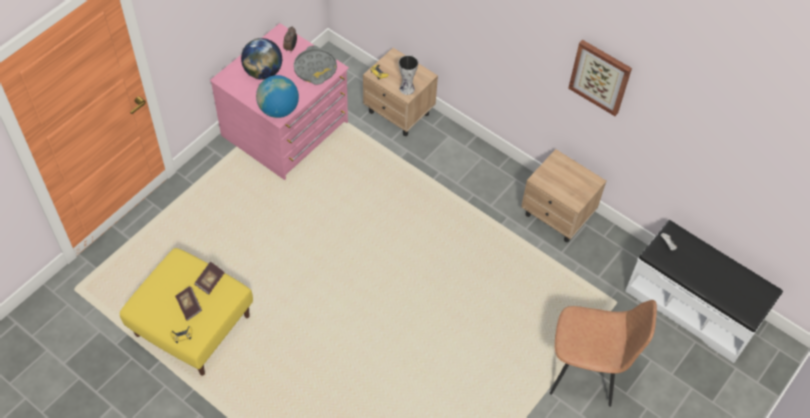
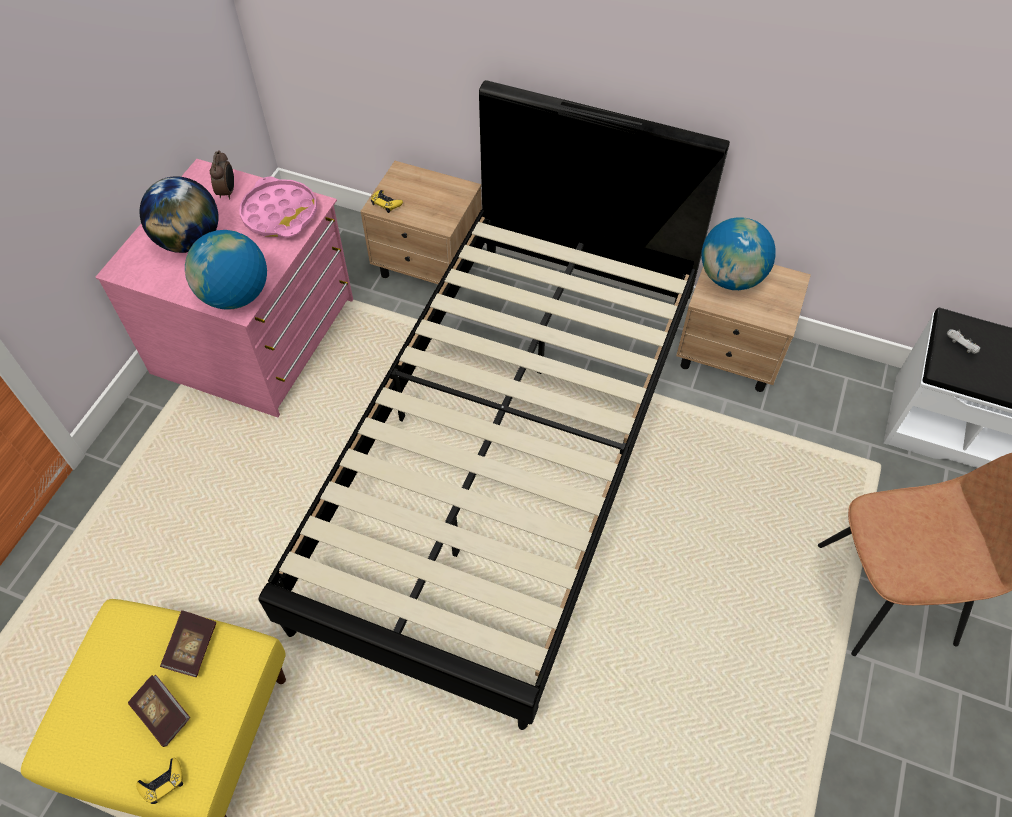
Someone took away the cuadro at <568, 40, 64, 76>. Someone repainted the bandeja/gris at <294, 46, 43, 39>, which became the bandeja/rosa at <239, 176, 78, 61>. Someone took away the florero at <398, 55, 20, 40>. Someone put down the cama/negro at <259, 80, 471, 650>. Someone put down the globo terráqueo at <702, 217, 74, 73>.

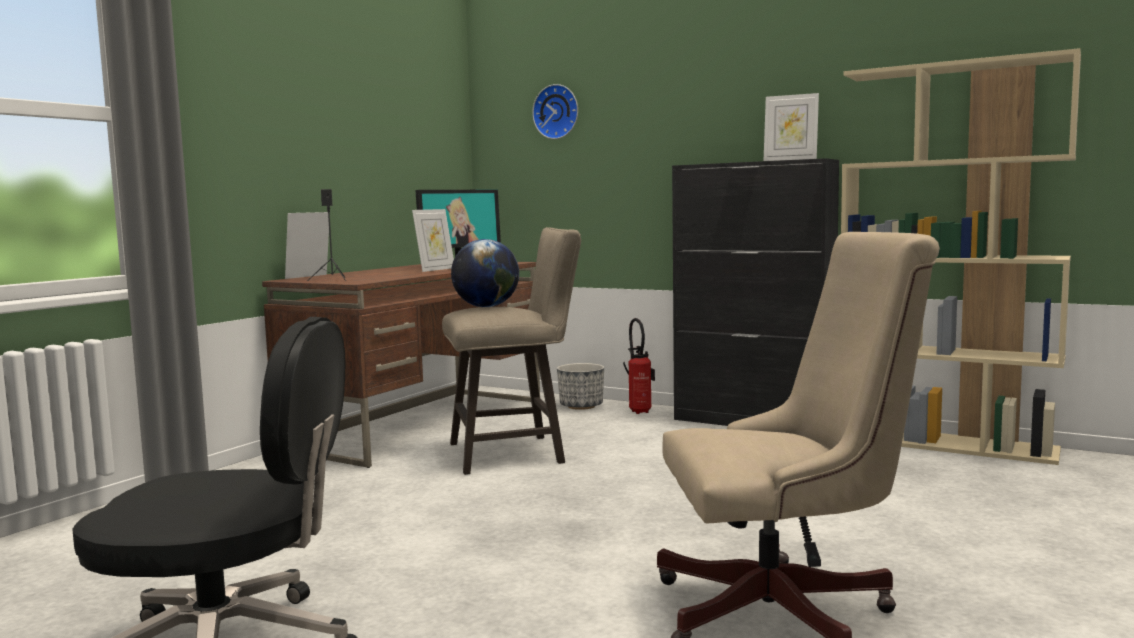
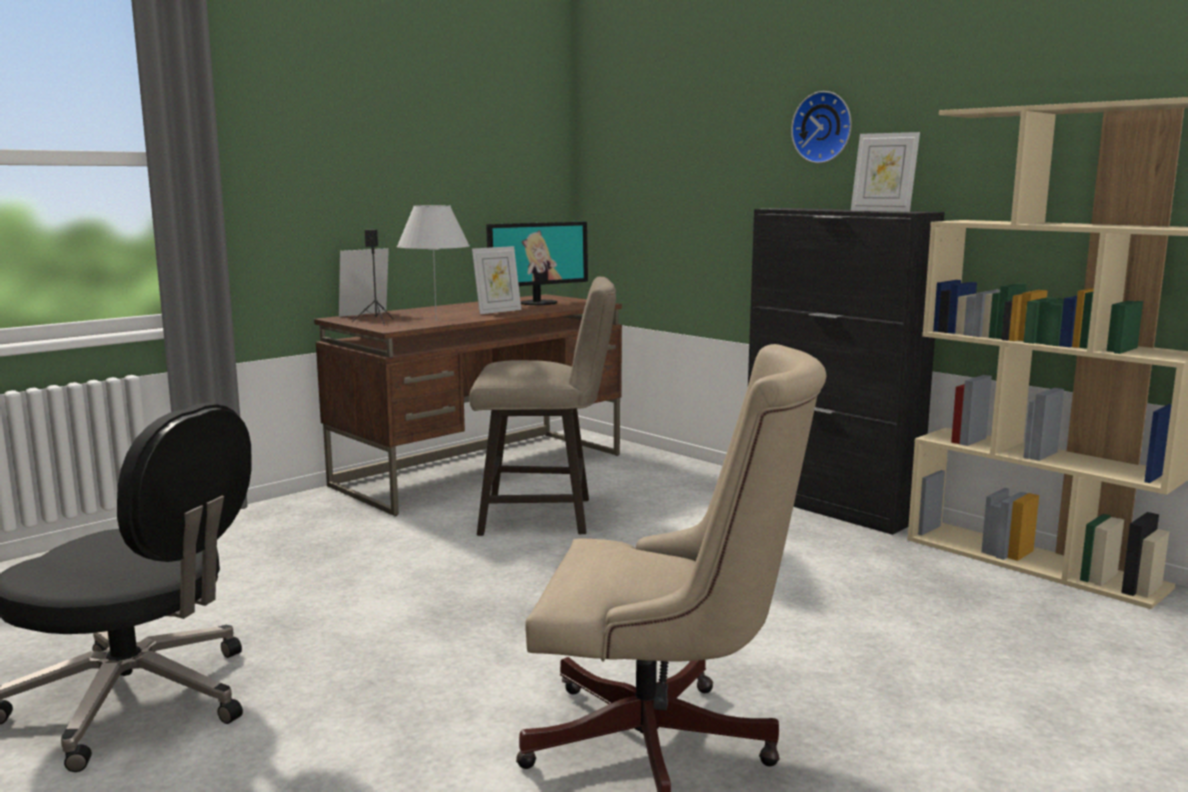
Someone carried the reloj de pared from <532, 84, 46, 55> to <791, 91, 61, 72>. Someone took away the globo terráqueo at <451, 239, 68, 68>. Someone took away the extintor at <623, 318, 32, 96>. Someone took away the maceta at <557, 363, 47, 47>. Someone put down the lámpara de mesa/blanco at <397, 205, 73, 116>.

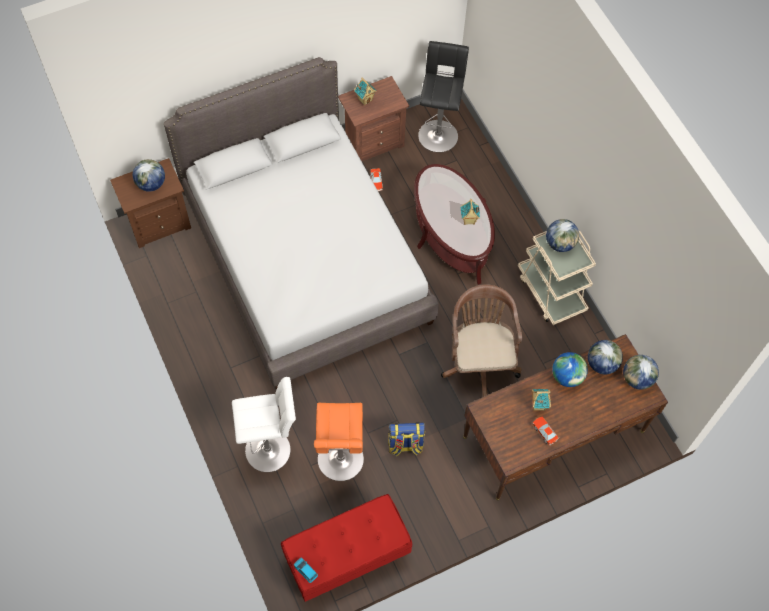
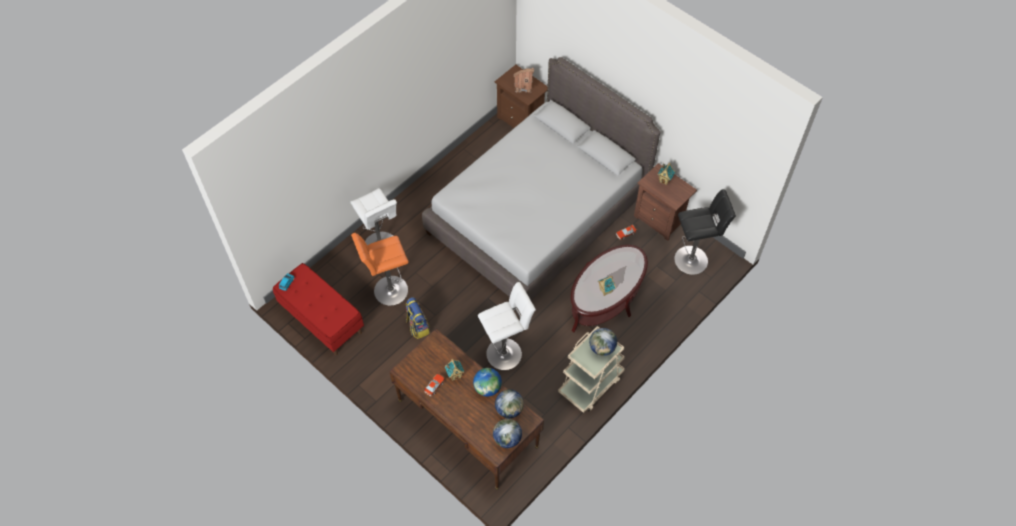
Someone swapped the globo terráqueo at <133, 159, 32, 33> for the casita at <514, 68, 20, 25>. Someone swapped the silla de oficina/marrón at <441, 285, 81, 112> for the taburete/blanco at <478, 282, 58, 88>.

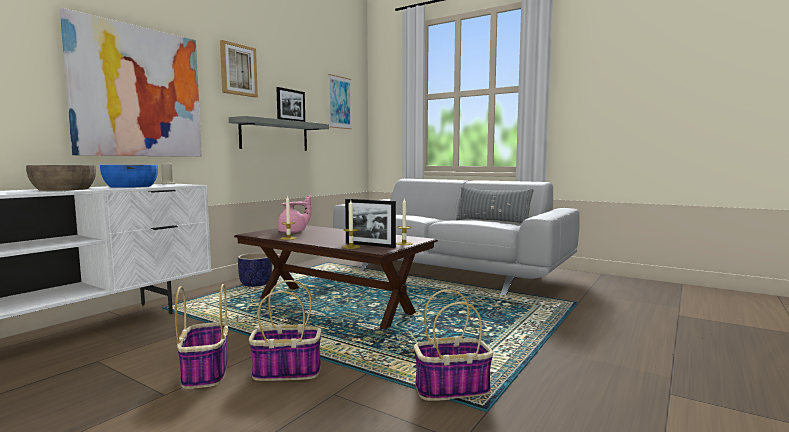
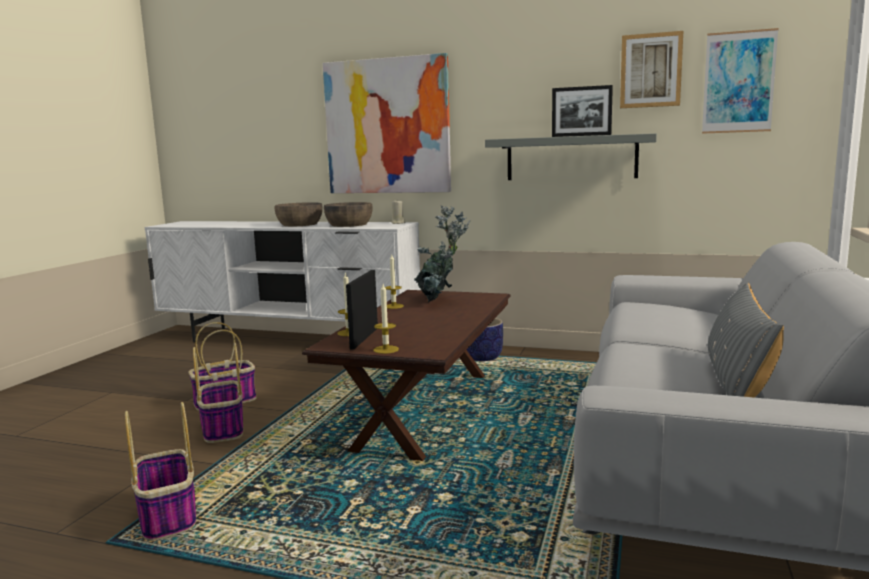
Someone carried the cuadro from <220, 40, 38, 57> to <620, 31, 63, 77>. Someone repainted the cuenco/azul at <100, 165, 58, 23>, which became the cuenco/marrón at <324, 202, 48, 25>. Someone swapped the tetera/rosa at <277, 195, 34, 38> for the planta en maceta at <415, 205, 55, 97>.

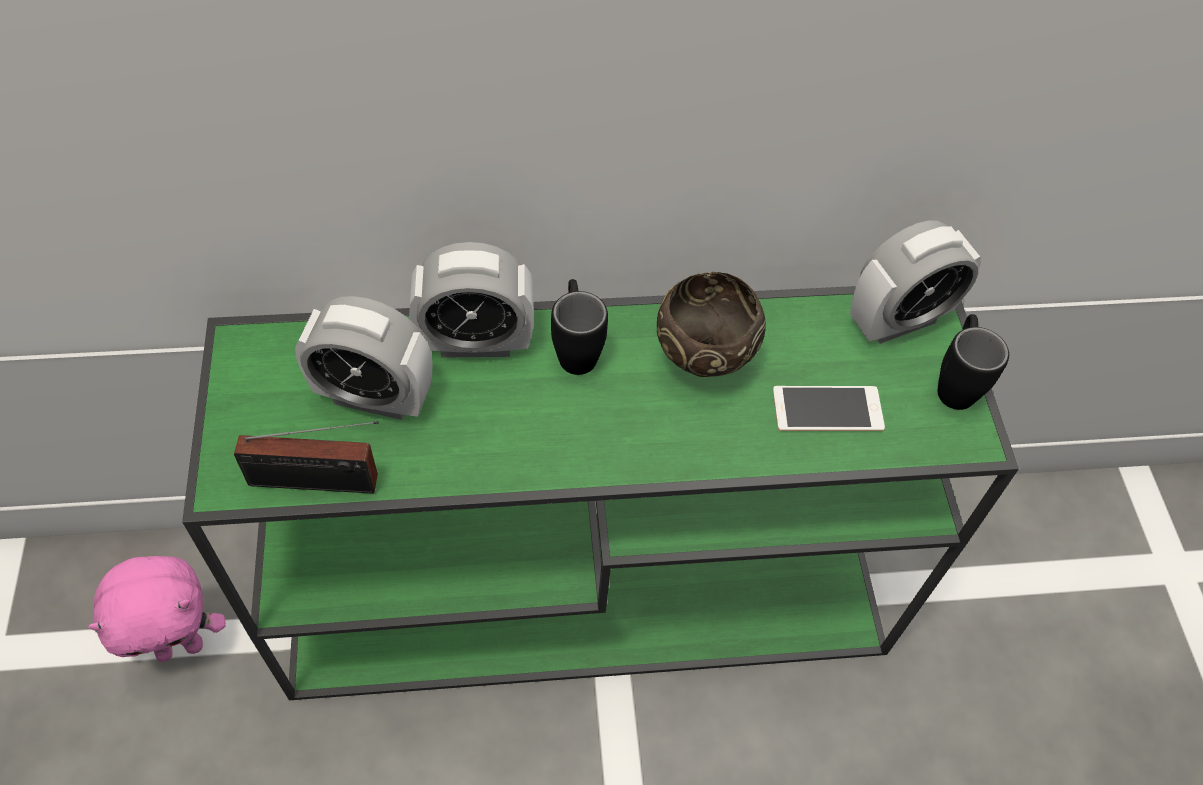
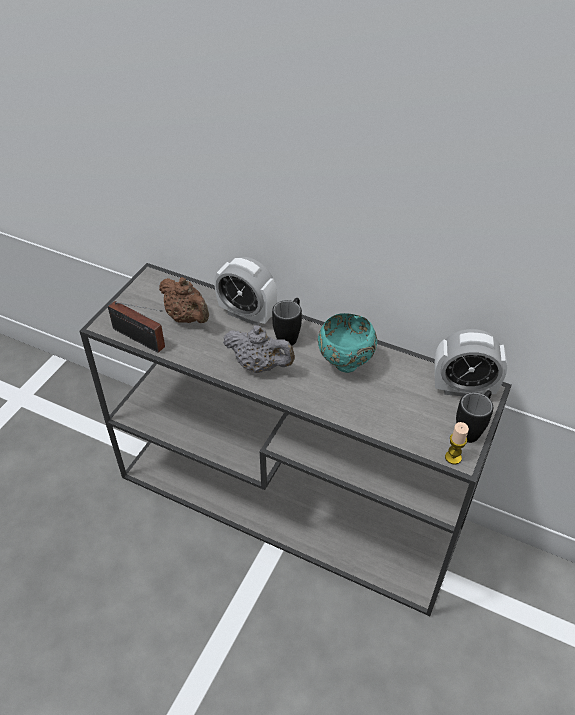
Someone repainted the cuenco/marrón at <657, 272, 109, 105>, which became the cuenco/turquesa at <318, 313, 59, 60>. Someone repainted the mesa consola/verde at <182, 286, 837, 414>, which became the mesa consola/gris at <80, 263, 432, 353>. Someone swapped the despertador at <295, 296, 137, 124> for the tetera/marrón at <159, 277, 50, 46>. Someone took away the móvil at <773, 386, 112, 45>. Someone took away the peluche/rosa at <88, 556, 138, 106>. Someone put down the tetera/gris at <223, 325, 72, 48>. Someone put down the vela at <445, 422, 24, 42>.

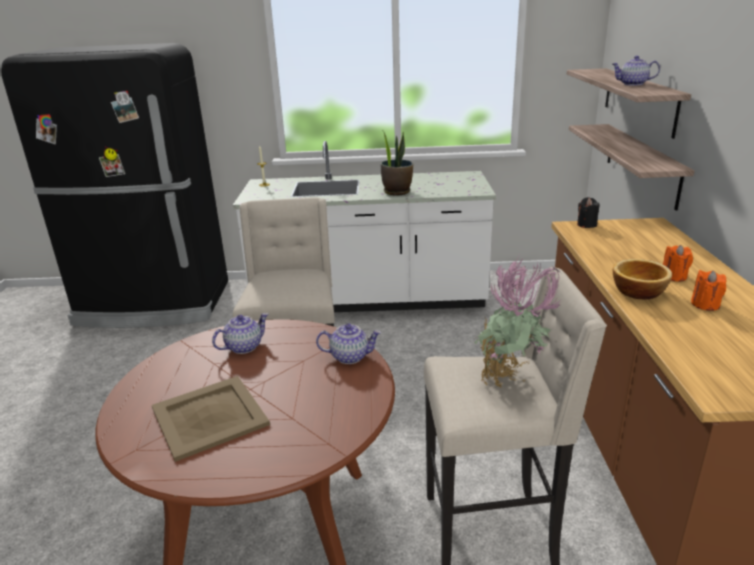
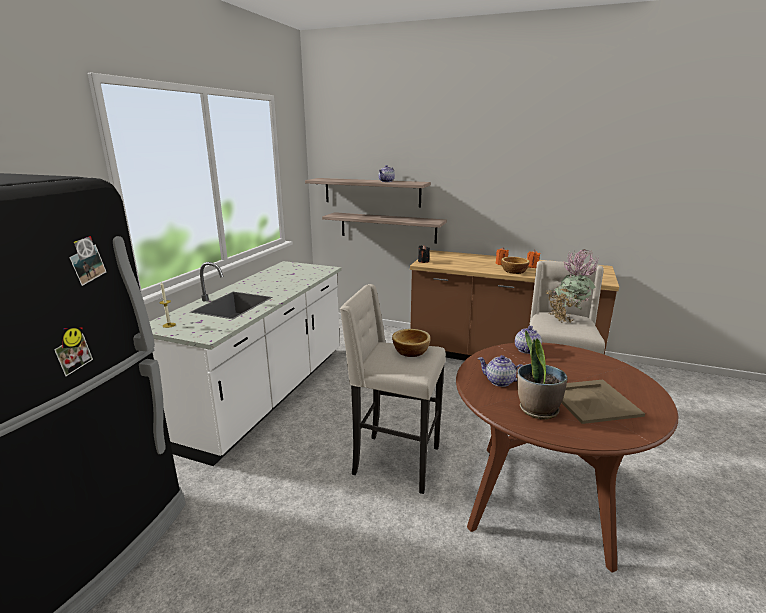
Someone carried the planta en maceta from <381, 130, 33, 66> to <517, 330, 51, 90>. Someone rotated the tetera at <212, 313, 57, 41> by 45 degrees counterclockwise. Someone put down the cuenco at <392, 329, 39, 28>.

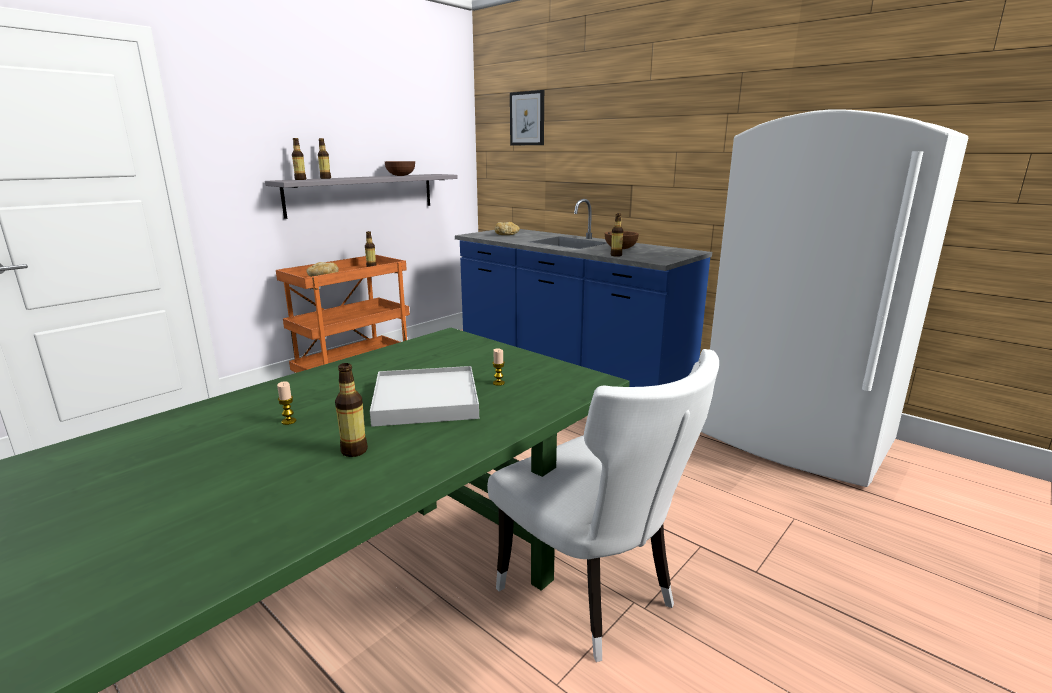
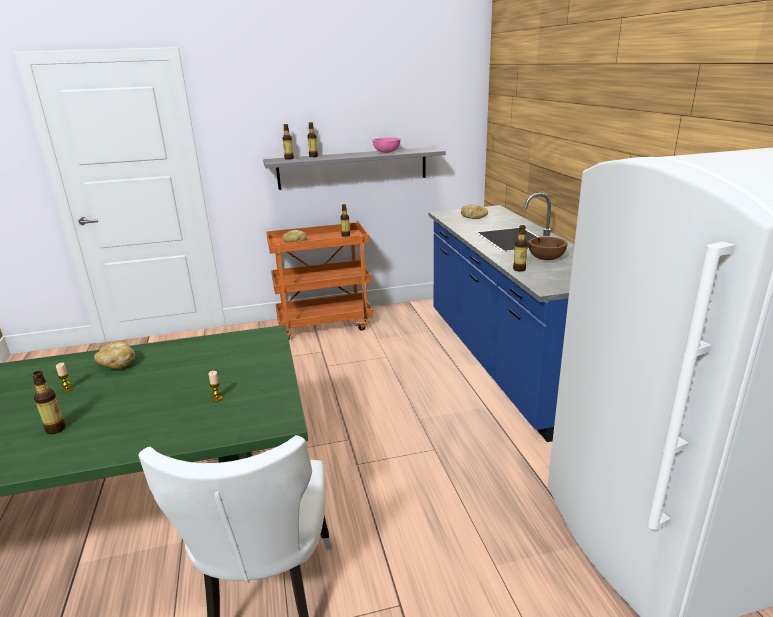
Someone took away the cuadro at <510, 90, 34, 55>. Someone repainted the cuenco/marrón at <385, 161, 30, 15>, which became the cuenco/rosa at <372, 137, 29, 16>. Someone took away the bandeja/blanco at <370, 366, 109, 61>. Someone put down the pan at <94, 342, 41, 27>.

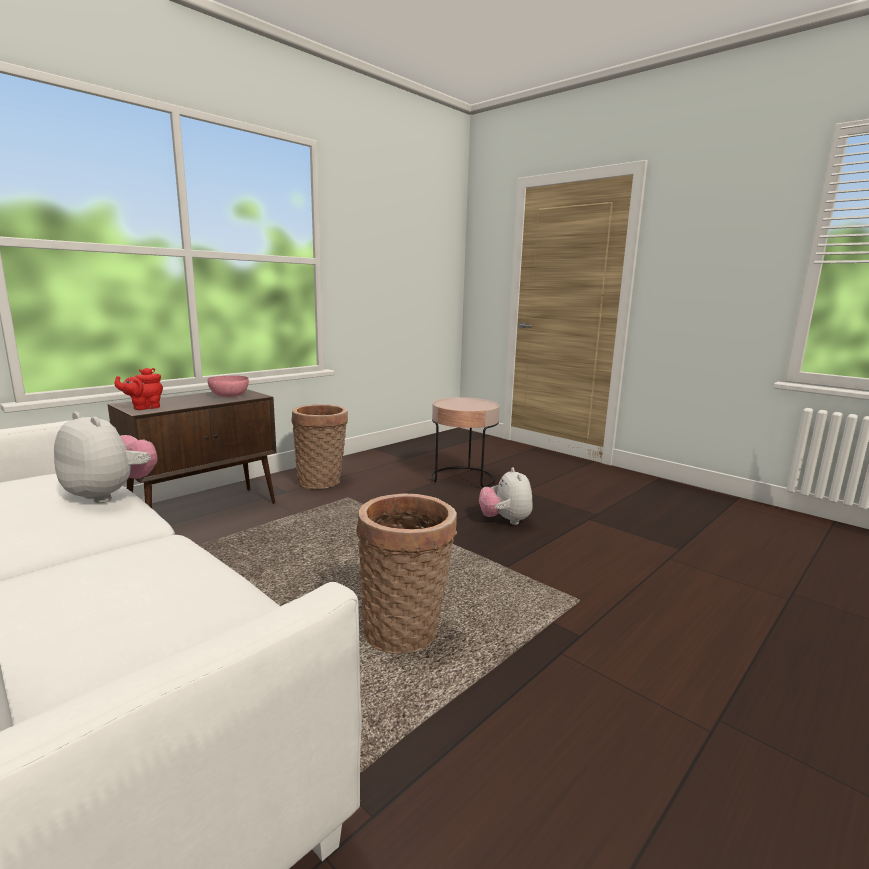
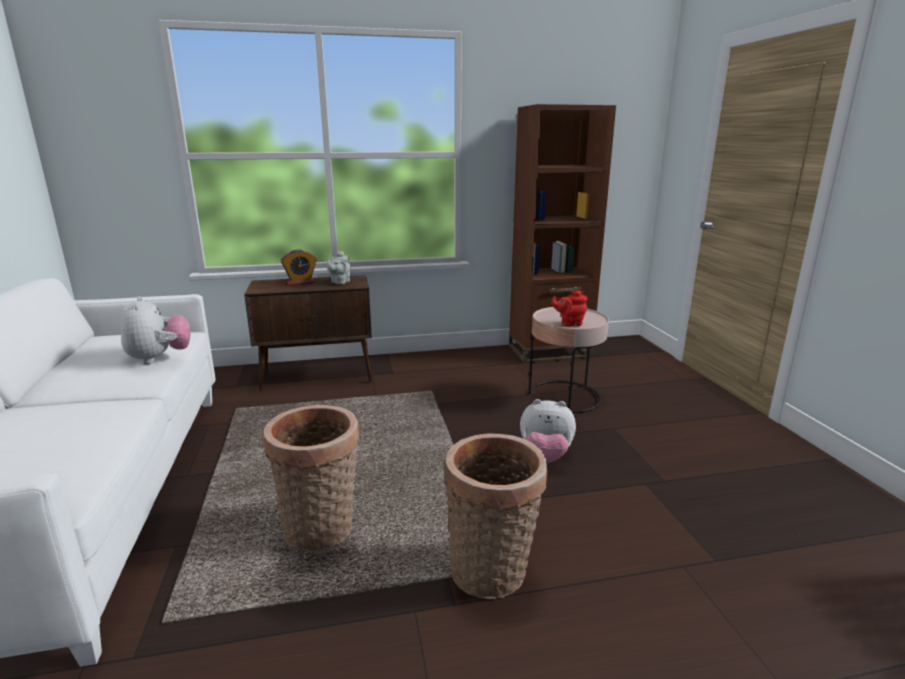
Someone carried the tetera/rojo from <114, 368, 49, 42> to <551, 290, 37, 36>. Someone swapped the cuenco/rosa at <208, 376, 41, 21> for the tetera/gris at <327, 251, 23, 33>. Someone carried the cesta from <292, 404, 56, 85> to <444, 433, 103, 166>. Someone rotated the peluche at <479, 467, 54, 58> by 105 degrees counterclockwise. Someone put down the estantería/marrón at <509, 104, 107, 259>. Someone put down the despertador at <281, 249, 36, 37>.

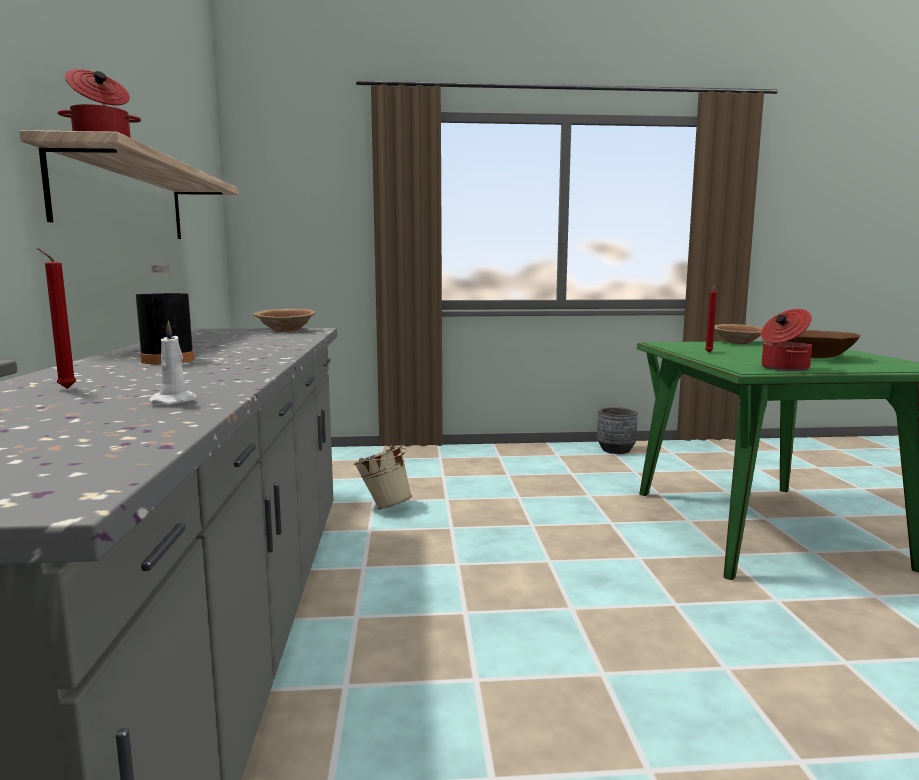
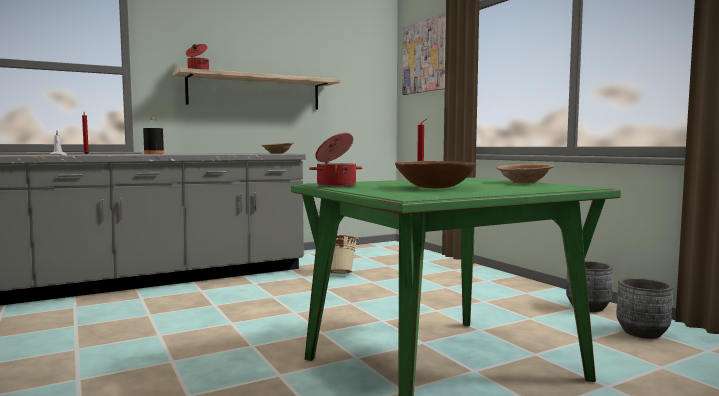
Someone put up the cuadro at <402, 13, 44, 82>. Someone put down the maceta/gris at <616, 278, 57, 61>.

